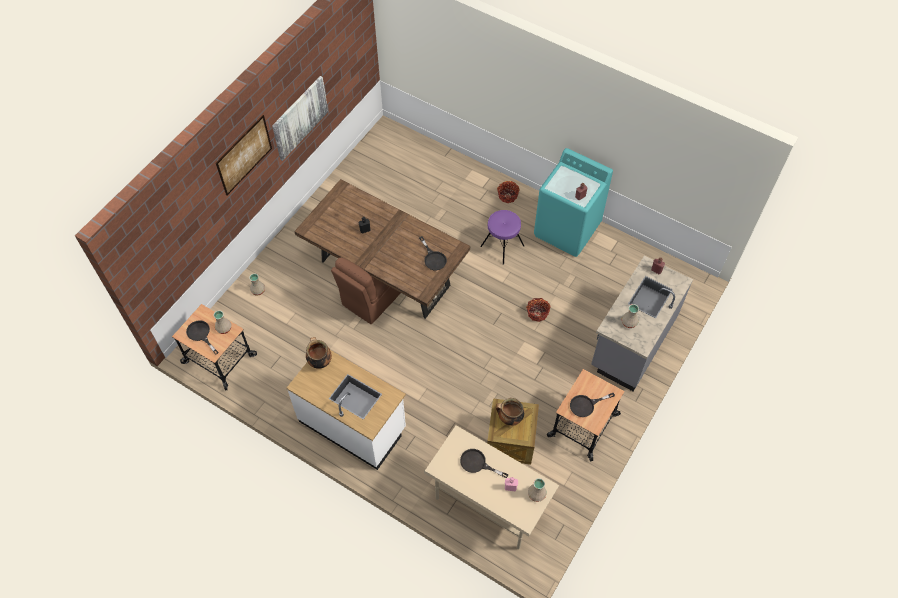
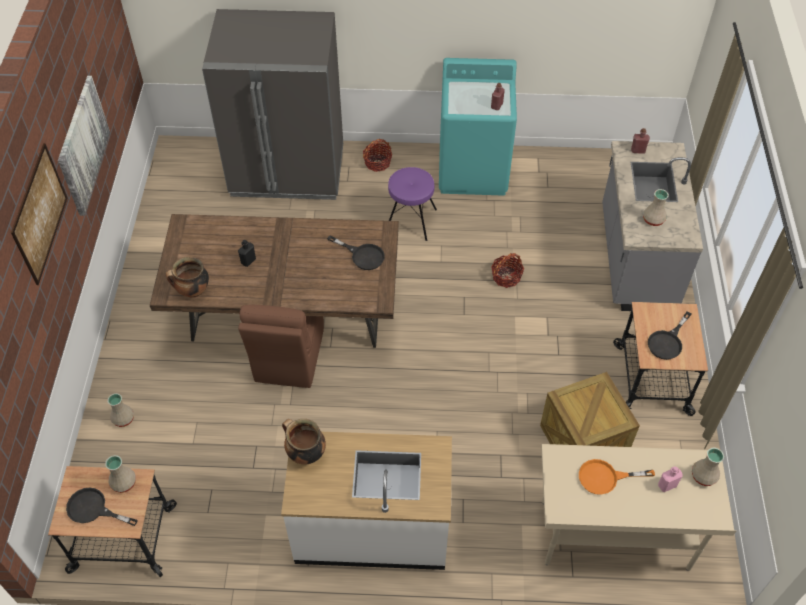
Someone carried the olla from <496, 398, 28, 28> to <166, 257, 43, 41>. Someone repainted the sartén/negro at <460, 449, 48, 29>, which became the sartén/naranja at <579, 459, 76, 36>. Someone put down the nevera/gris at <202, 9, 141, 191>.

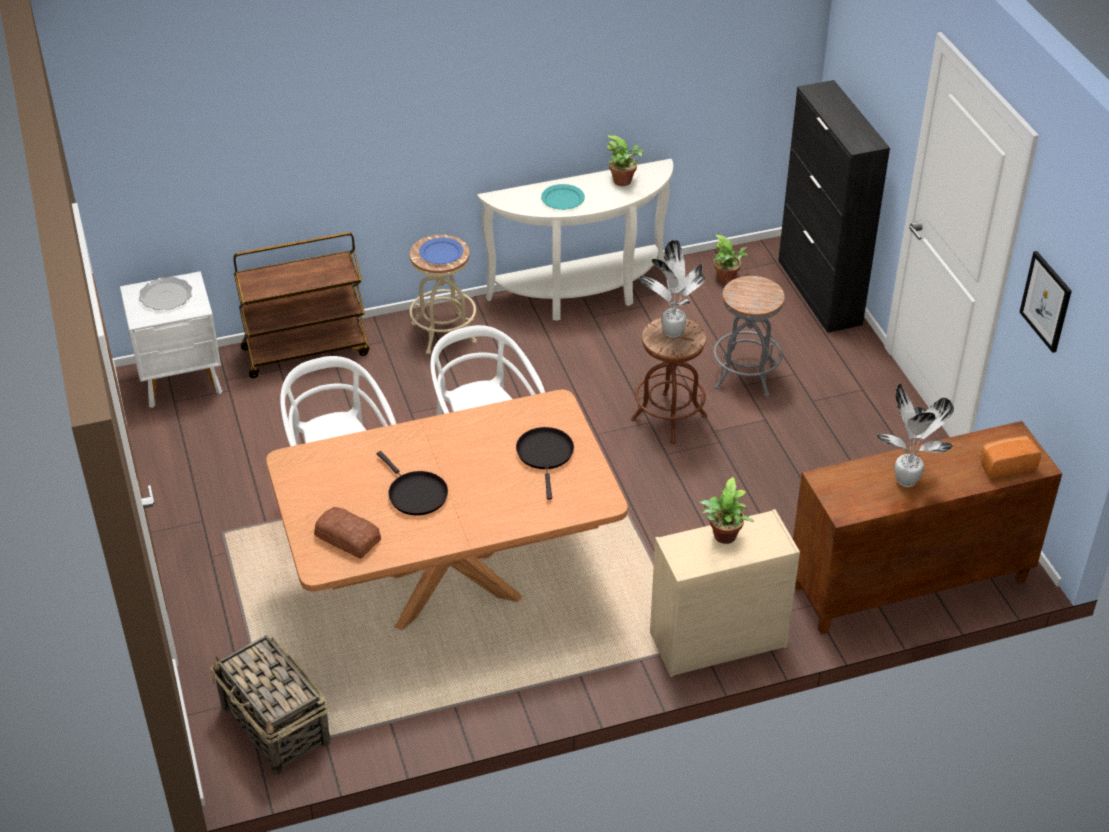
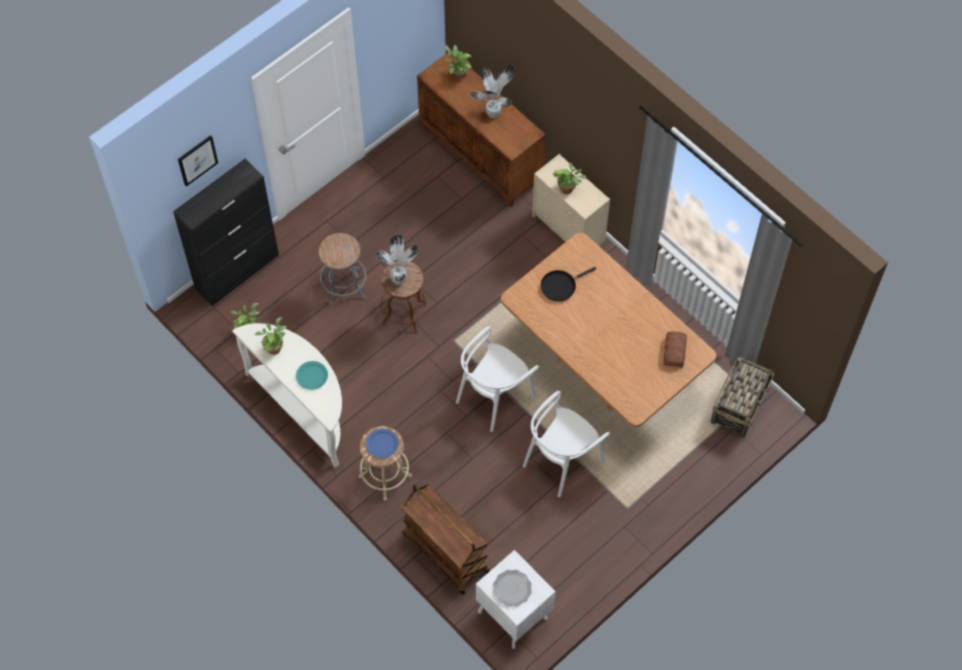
Someone carried the cuadro from <1019, 251, 53, 102> to <178, 135, 40, 52>. Someone swapped the pan at <981, 436, 60, 43> for the planta en maceta at <445, 45, 27, 35>. Someone took away the sartén/negro at <377, 451, 71, 64>.

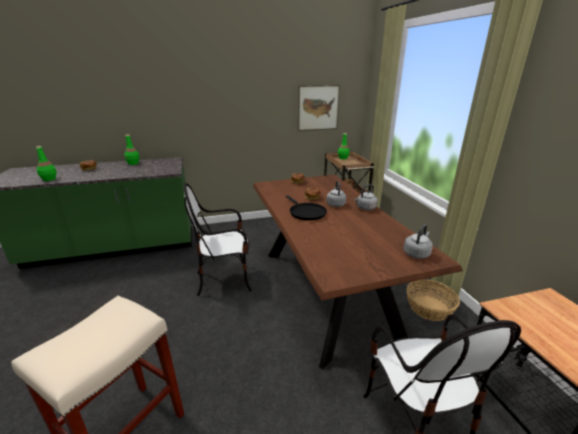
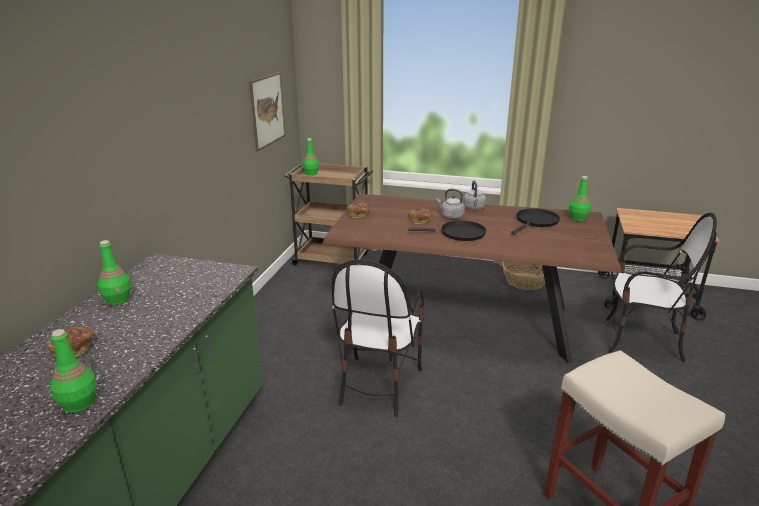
Someone swapped the hervidor/gris at <404, 224, 29, 35> for the botella/verde at <569, 176, 22, 45>. Someone put down the sartén/negro at <511, 208, 49, 26>.

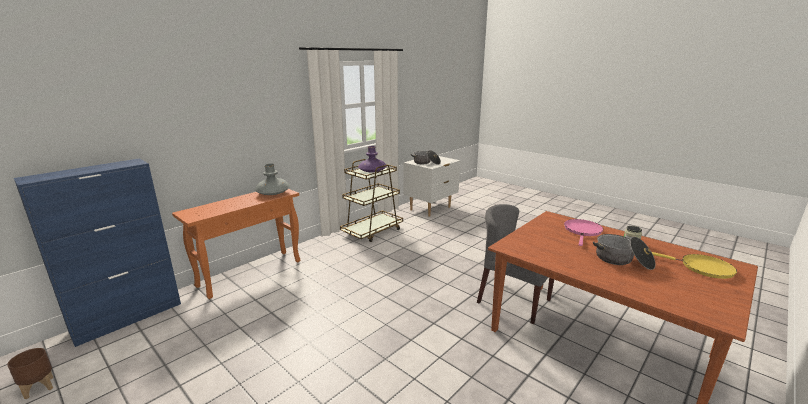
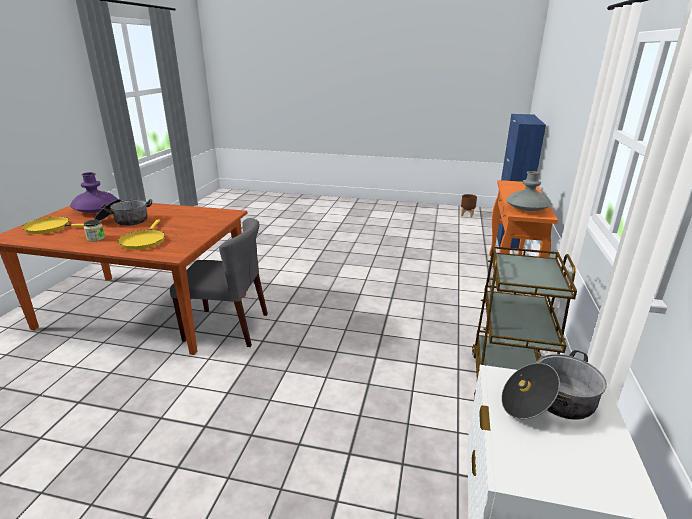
Someone carried the florero/morado from <358, 146, 29, 27> to <70, 172, 47, 41>. Someone repainted the sartén/rosa at <564, 219, 39, 27>, which became the sartén/amarillo at <118, 220, 47, 30>.

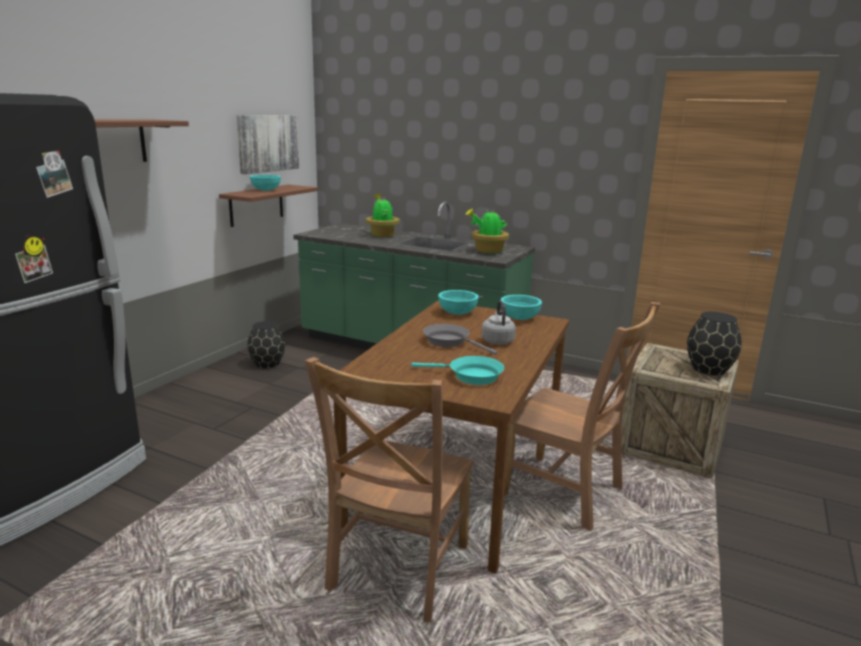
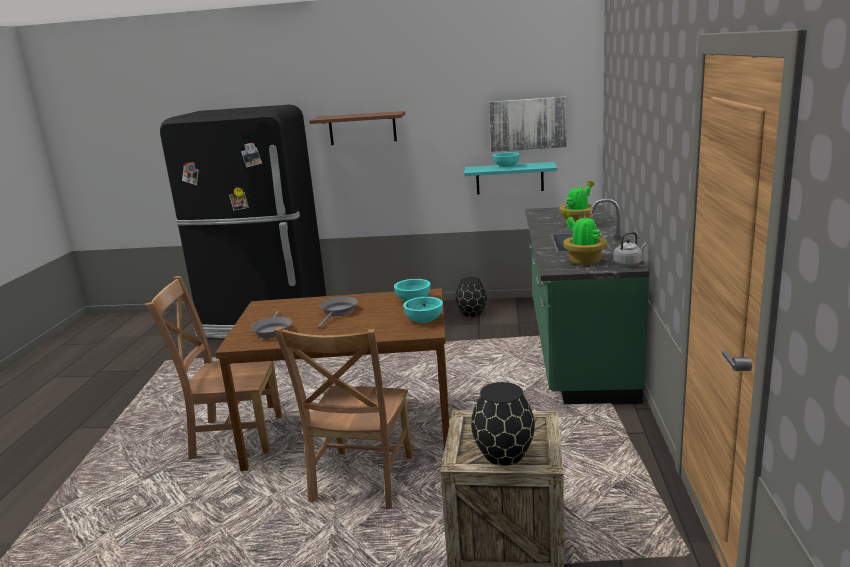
Someone repainted the estante/marrón at <219, 185, 99, 42>, which became the estante/turquesa at <464, 162, 94, 33>. Someone carried the hervidor/gris from <482, 301, 34, 44> to <614, 232, 33, 34>. Someone repainted the sartén/turquesa at <411, 356, 93, 29>, which became the sartén/gris at <251, 311, 41, 28>.

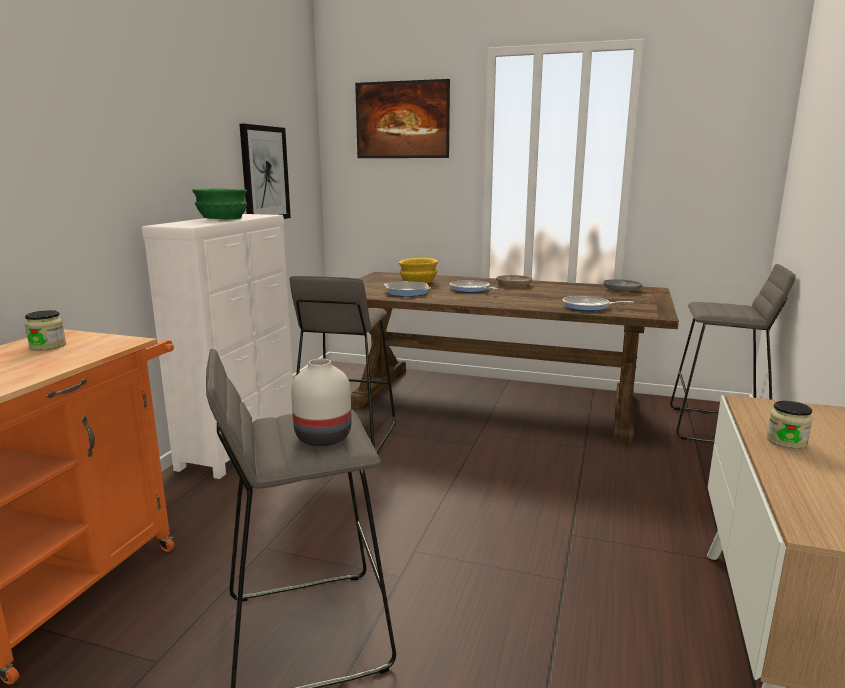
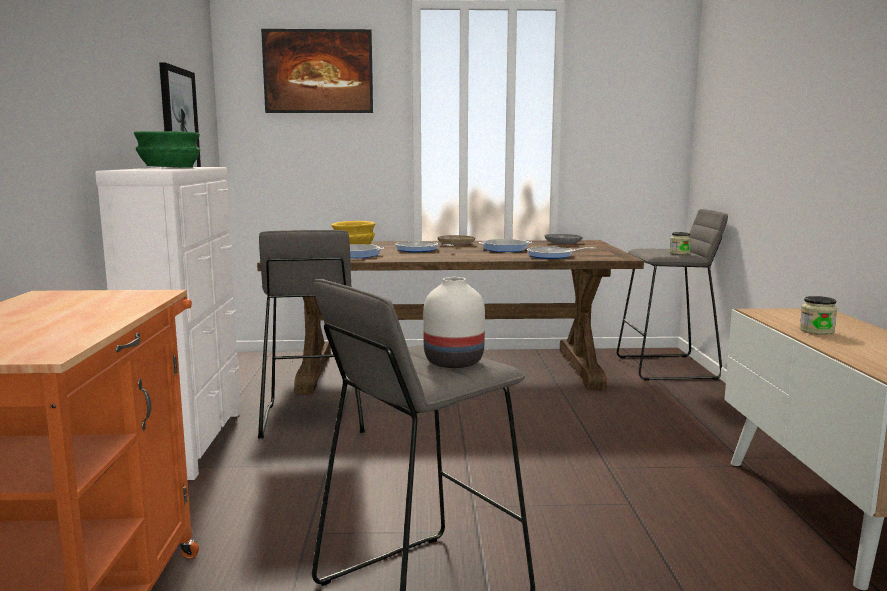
Someone carried the tarro from <25, 310, 41, 41> to <670, 232, 21, 23>. Someone put down the sartén at <479, 239, 54, 13>.

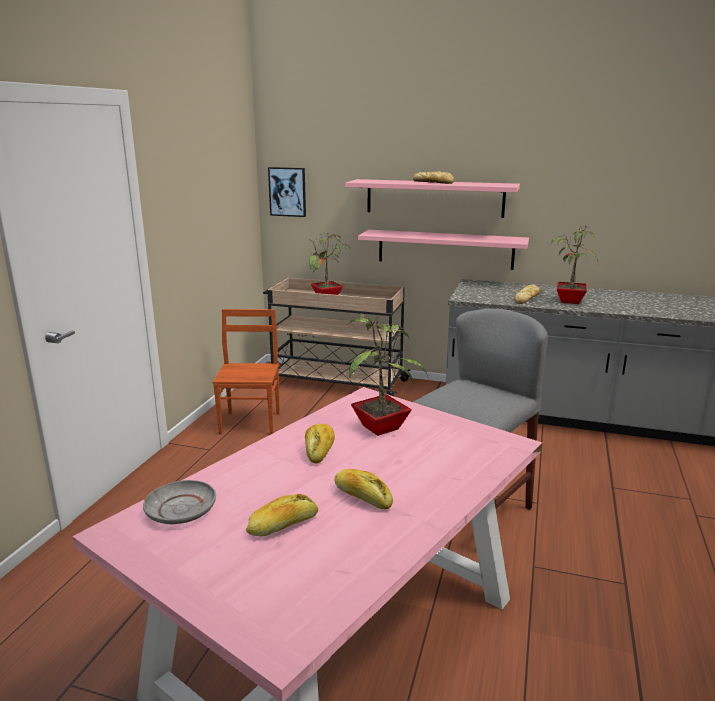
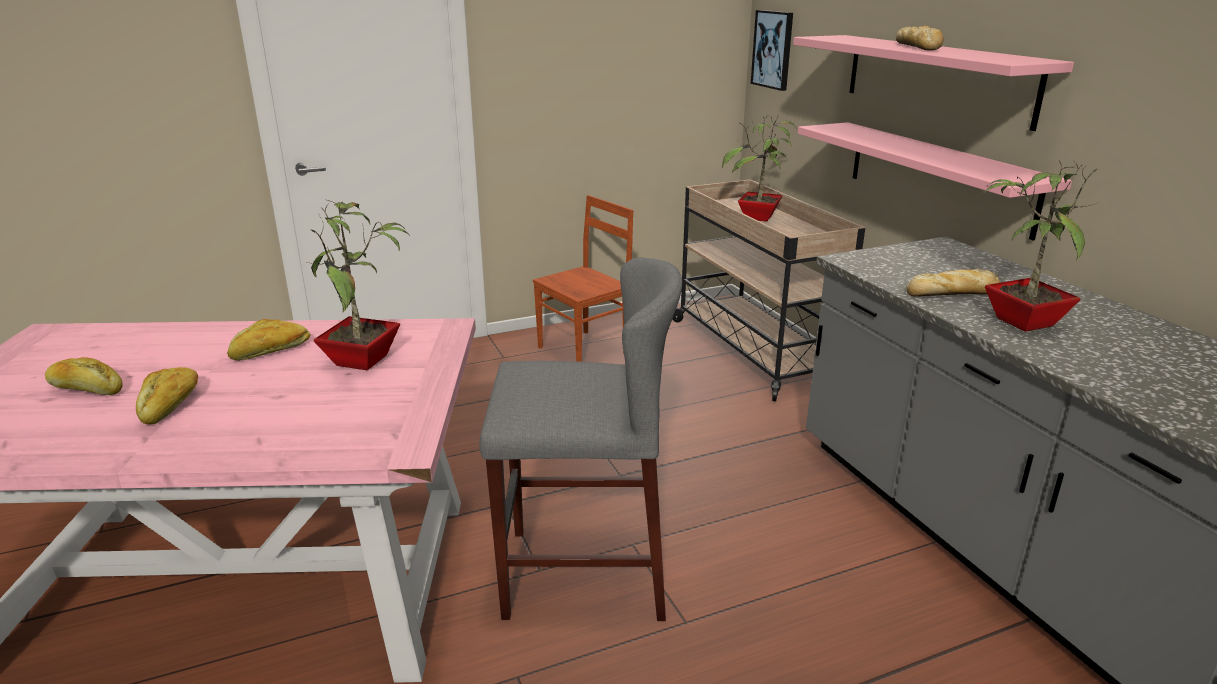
Someone took away the plato/gris at <143, 480, 73, 44>.

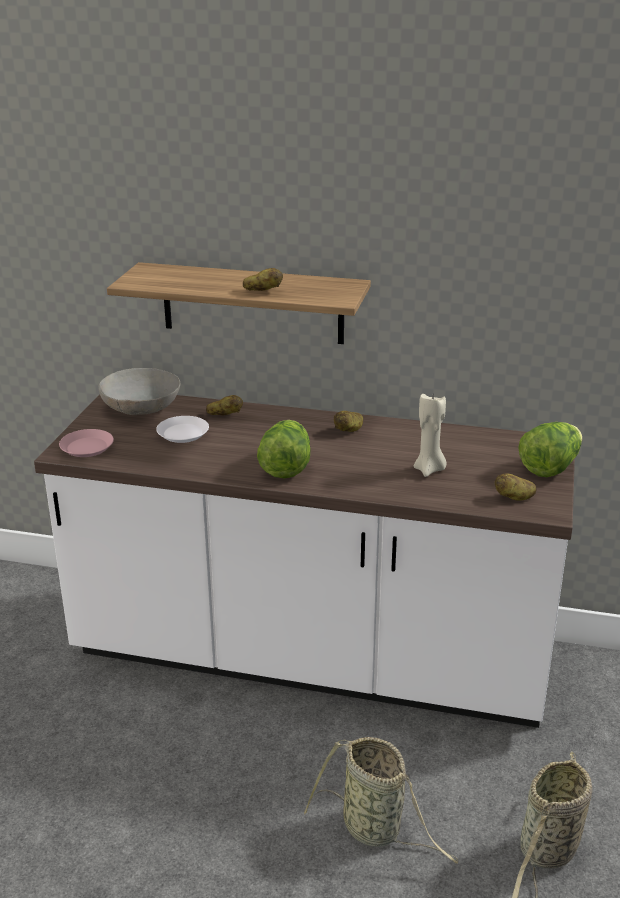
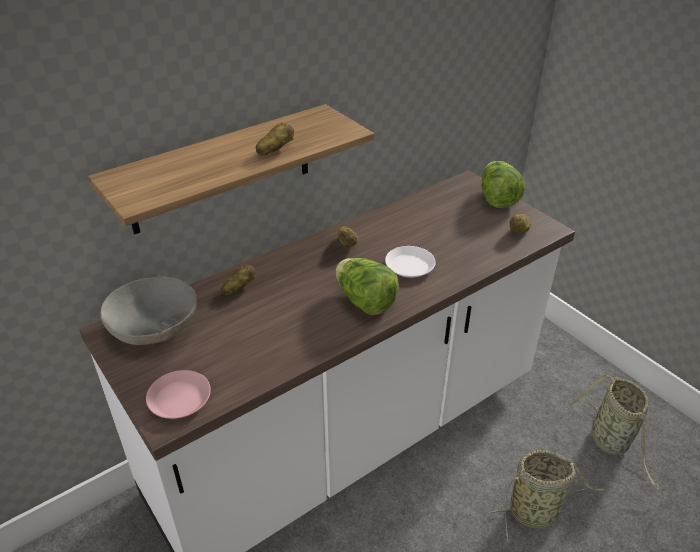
Someone took away the vela/beis at <414, 394, 32, 83>. Someone carried the plato/blanco from <156, 416, 53, 27> to <385, 246, 51, 32>.

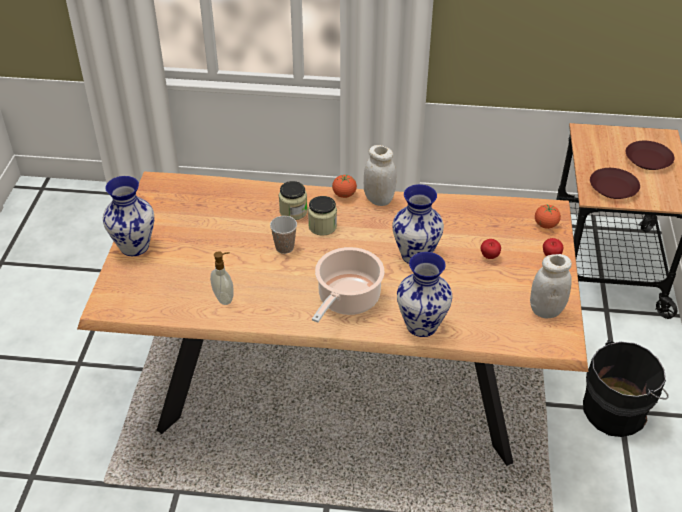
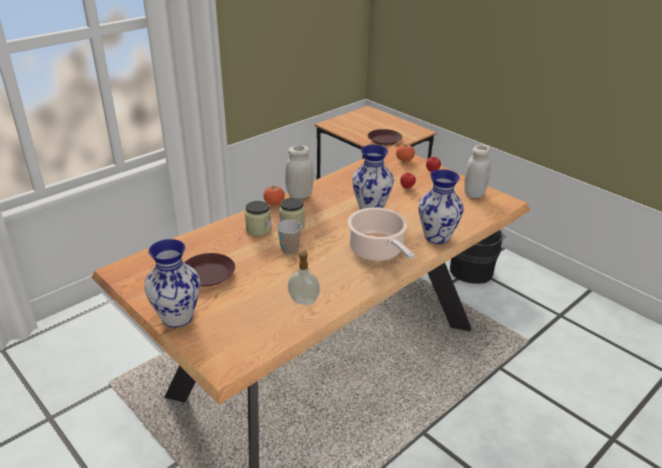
Someone carried the plato/marrón from <626, 141, 49, 29> to <184, 253, 51, 34>.

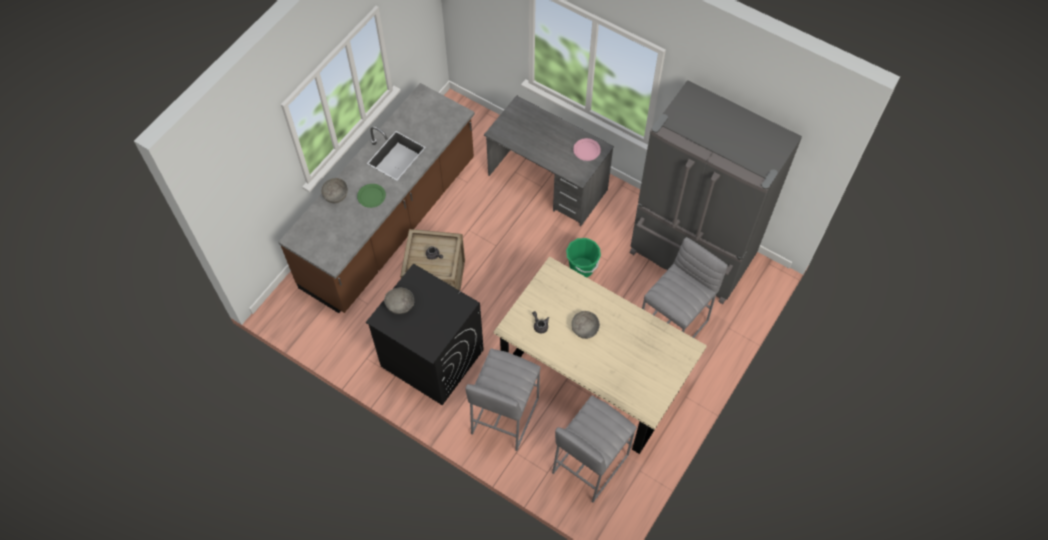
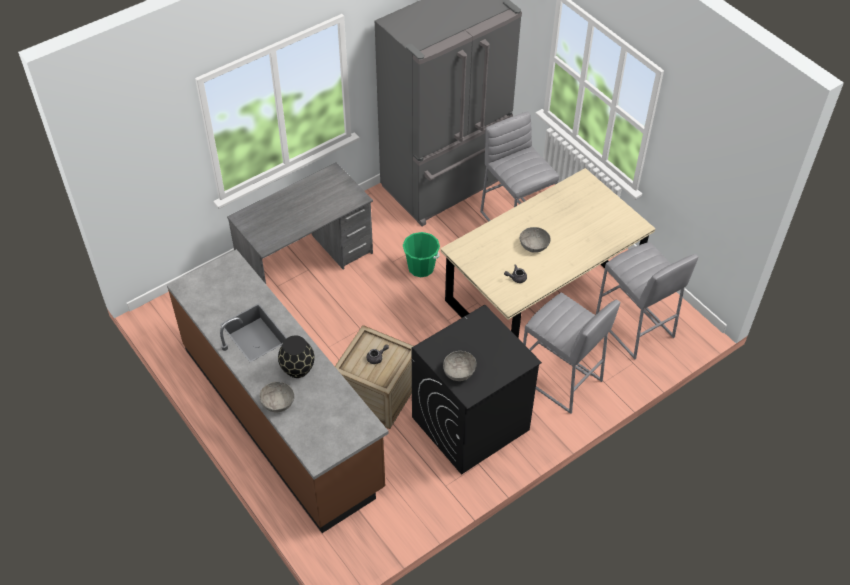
Someone took away the plato/rosa at <573, 138, 28, 23>. Someone swapped the plato/verde at <357, 184, 29, 24> for the florero/negro at <278, 335, 37, 43>.

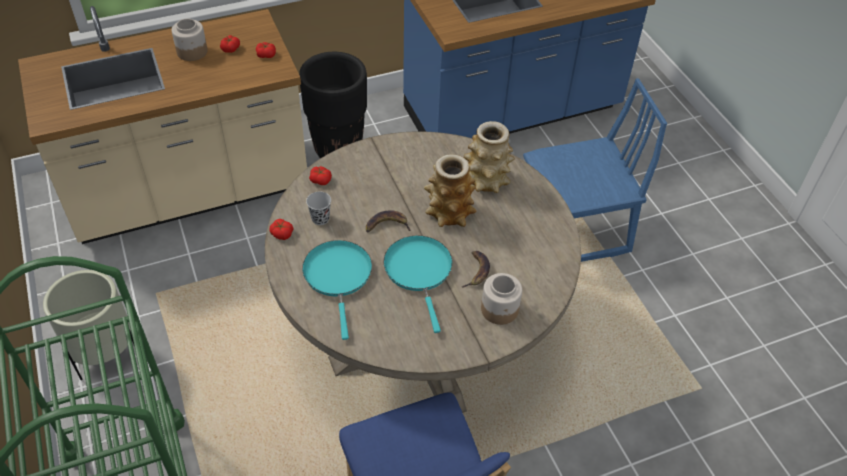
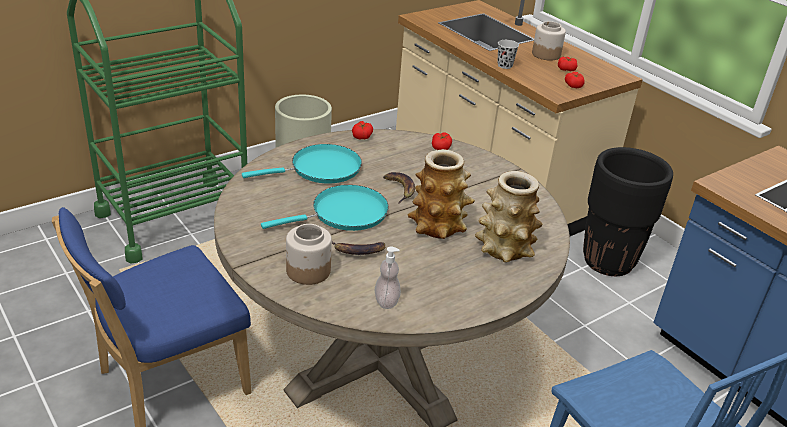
Someone carried the taza/negro from <306, 192, 25, 33> to <497, 40, 22, 29>. Someone put down the dispensador de jabón at <374, 246, 27, 63>.

